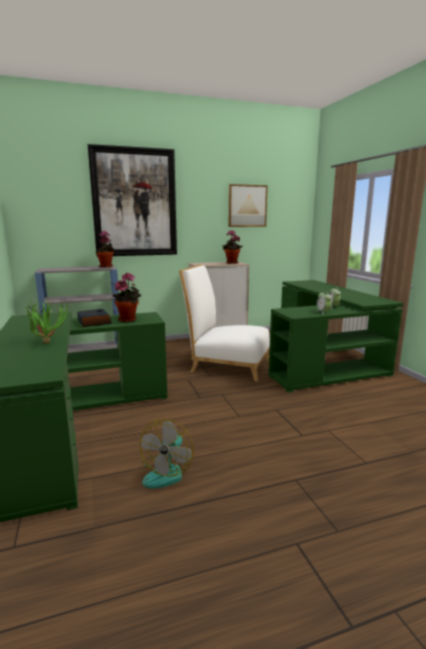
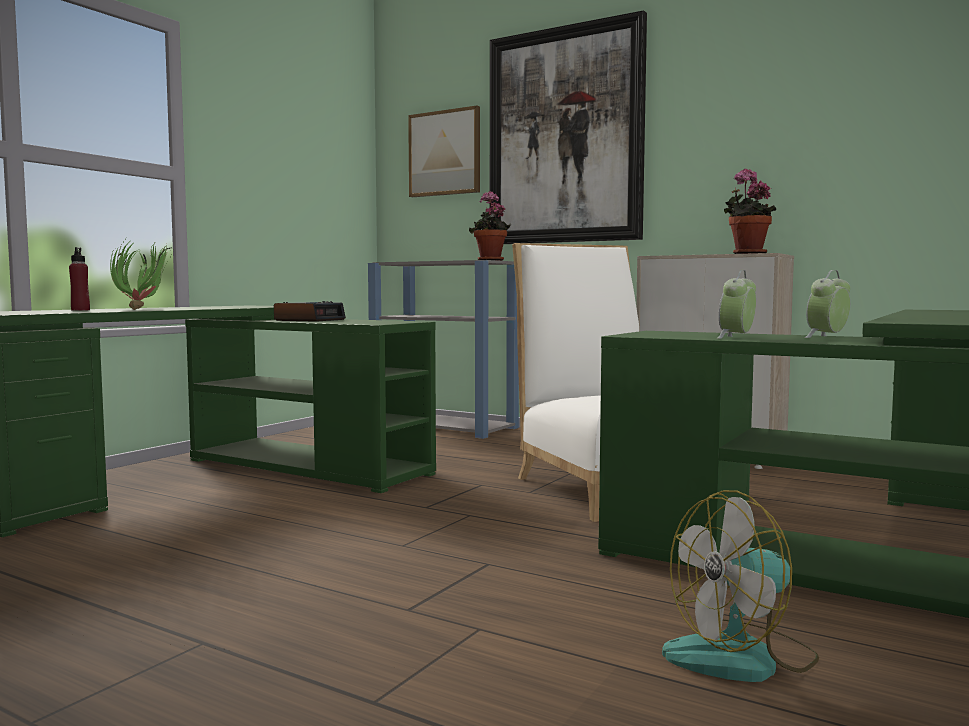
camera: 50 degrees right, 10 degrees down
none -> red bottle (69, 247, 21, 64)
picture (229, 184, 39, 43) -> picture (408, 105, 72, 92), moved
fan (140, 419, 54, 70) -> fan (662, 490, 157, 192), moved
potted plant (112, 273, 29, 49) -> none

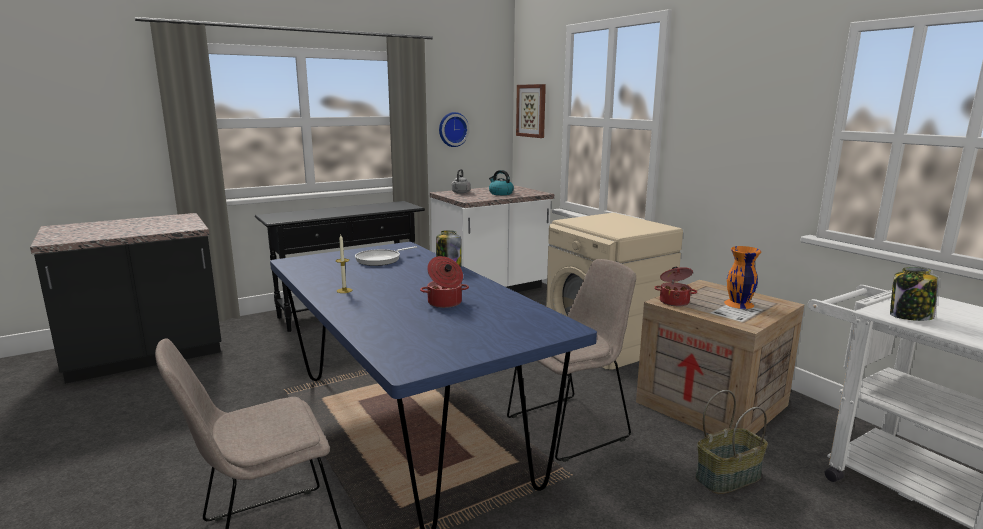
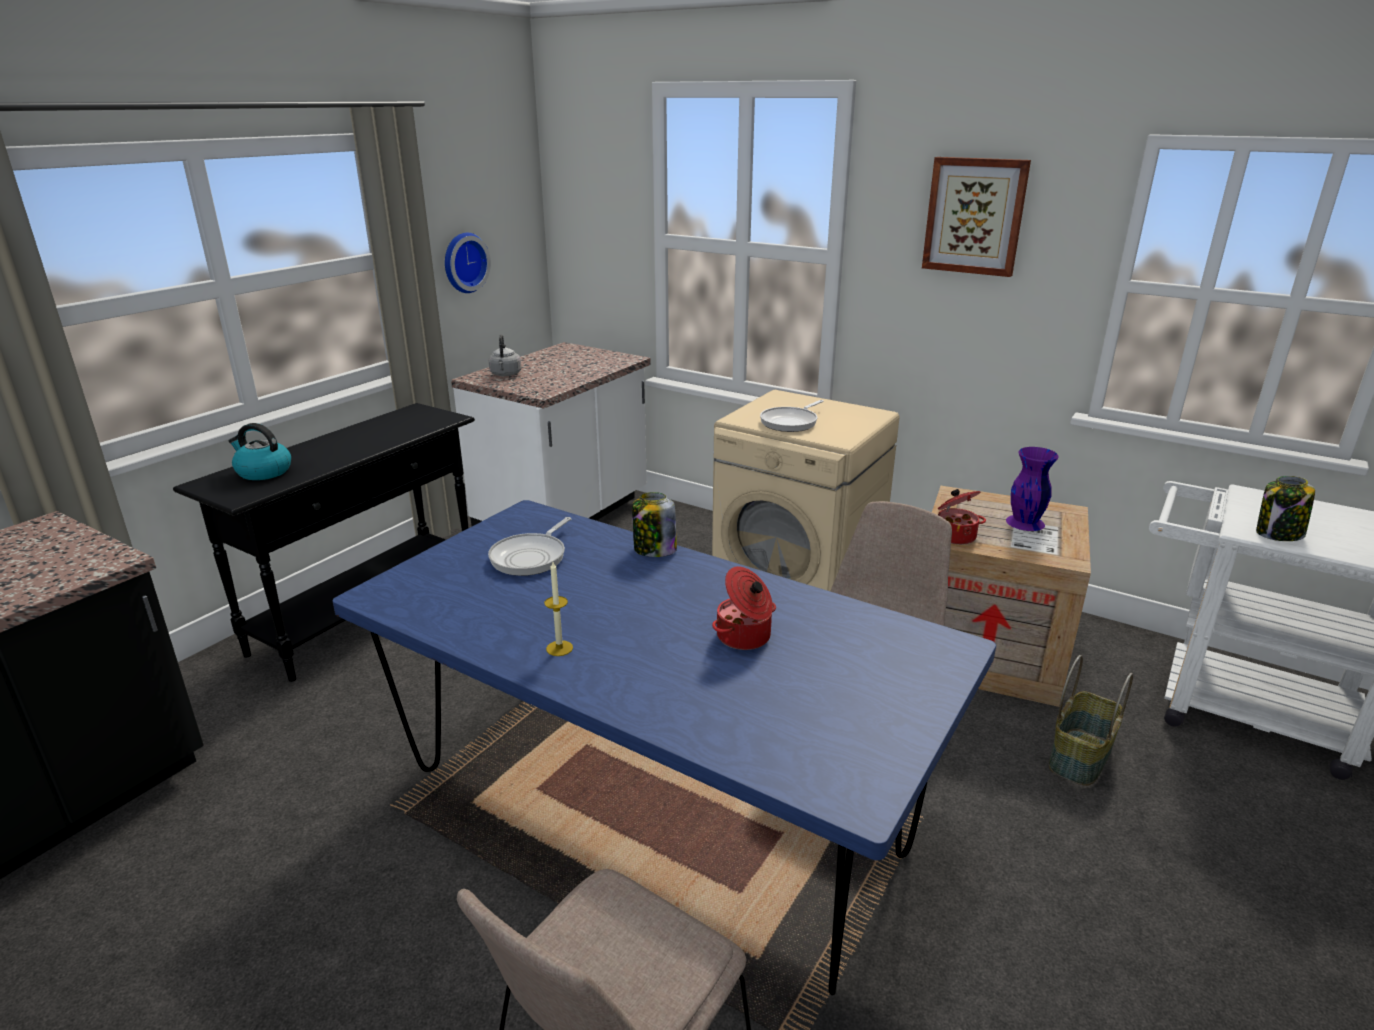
camera: 25 degrees left, 10 degrees up
kettle (489, 170, 25, 25) -> kettle (228, 423, 63, 57), moved
none -> frying pan (760, 400, 64, 32)
picture (516, 84, 30, 54) -> picture (922, 157, 109, 120), moved
orange vase (724, 246, 37, 63) -> purple vase (1006, 447, 53, 84)

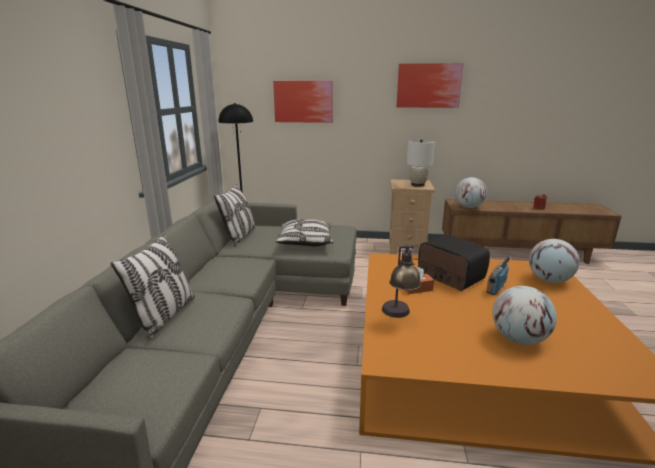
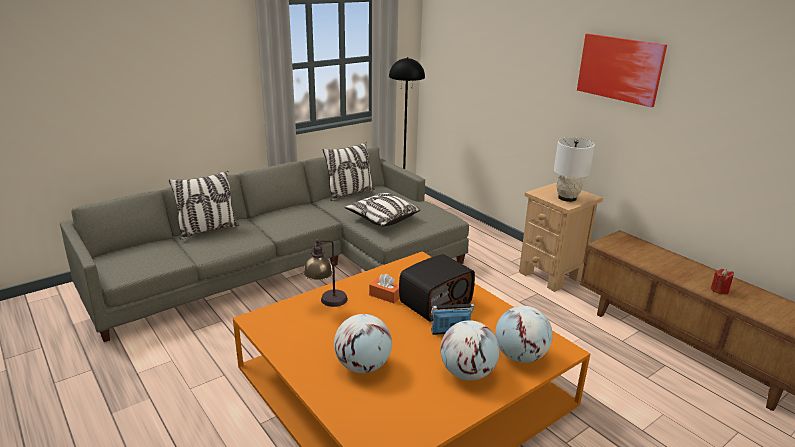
camera: 45 degrees right, 5 degrees up
radio (418, 235, 72, 56) -> radio (399, 254, 76, 68), 45 degrees clockwise
globe (455, 177, 32, 31) -> globe (440, 320, 59, 61), moved
picture (273, 81, 60, 42) -> none

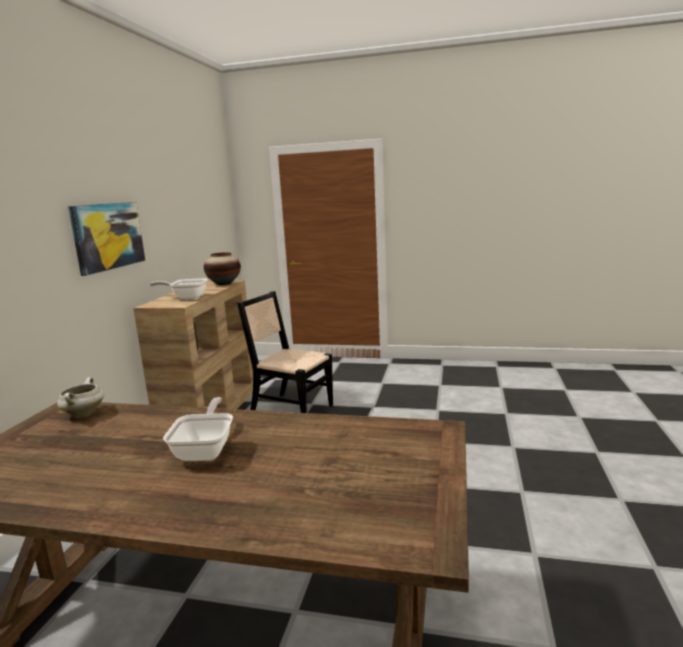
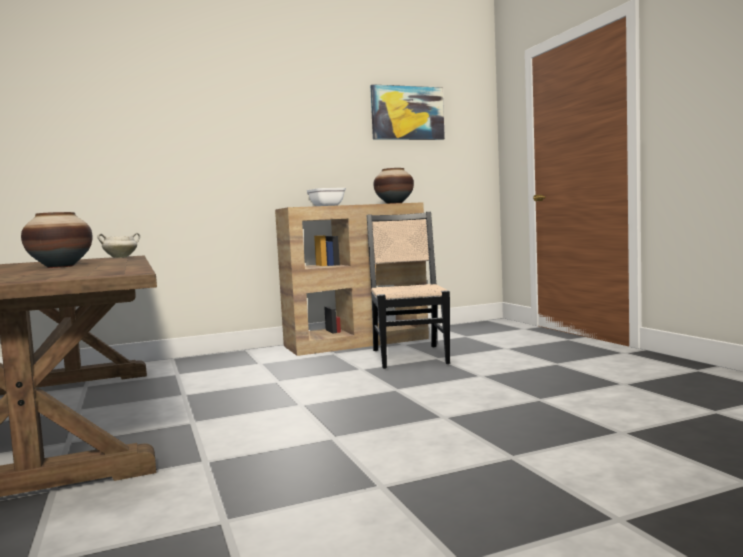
camera: 55 degrees right, 10 degrees down
frying pan (163, 397, 70, 64) -> vase (21, 212, 72, 56)
picture (68, 202, 77, 74) -> picture (370, 84, 75, 56), moved

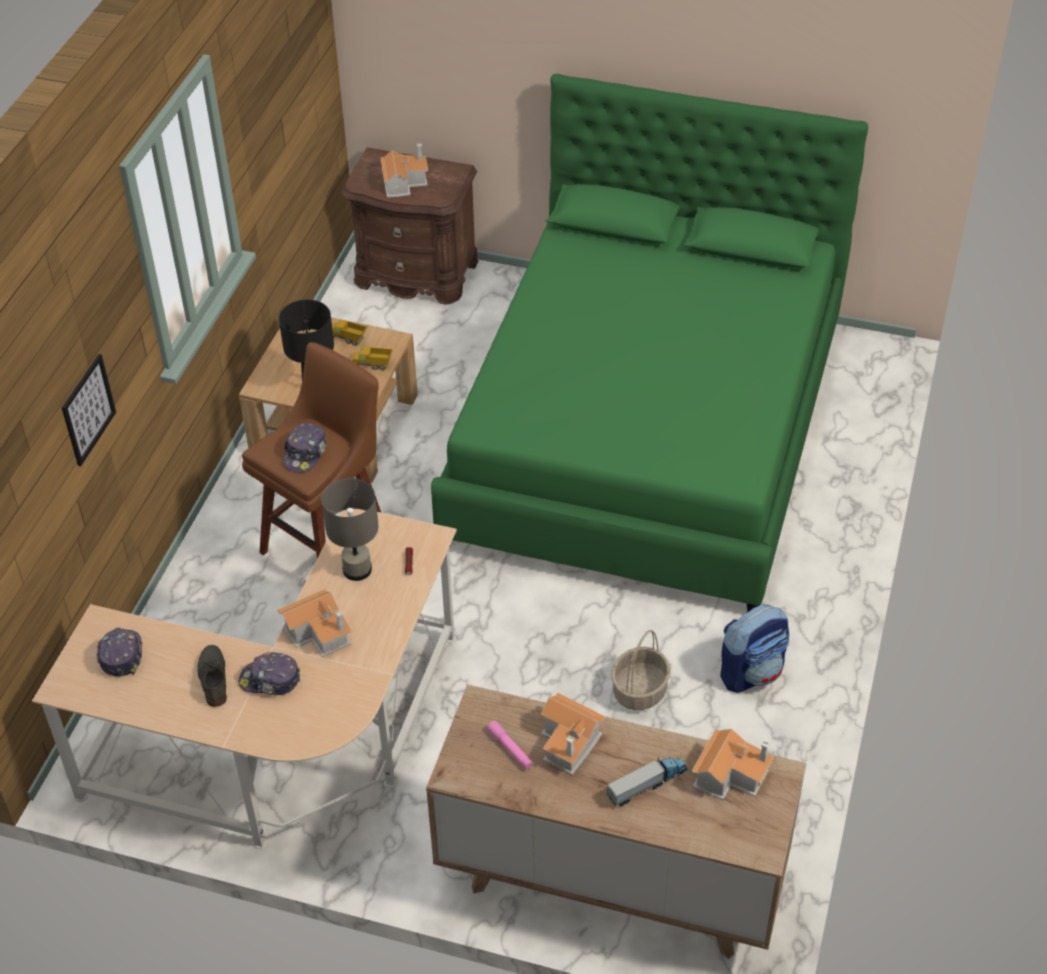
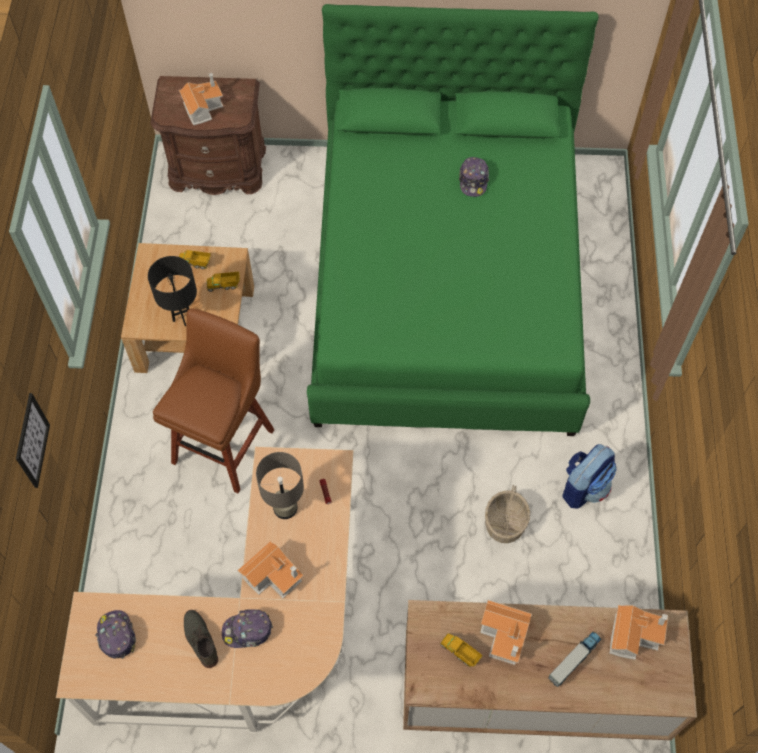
camera: 15 degrees left, 15 degrees up
pink flashlight (487, 721, 46, 49) -> toy truck (440, 633, 43, 34)
cap (283, 423, 44, 49) -> cap (459, 157, 30, 40), moved

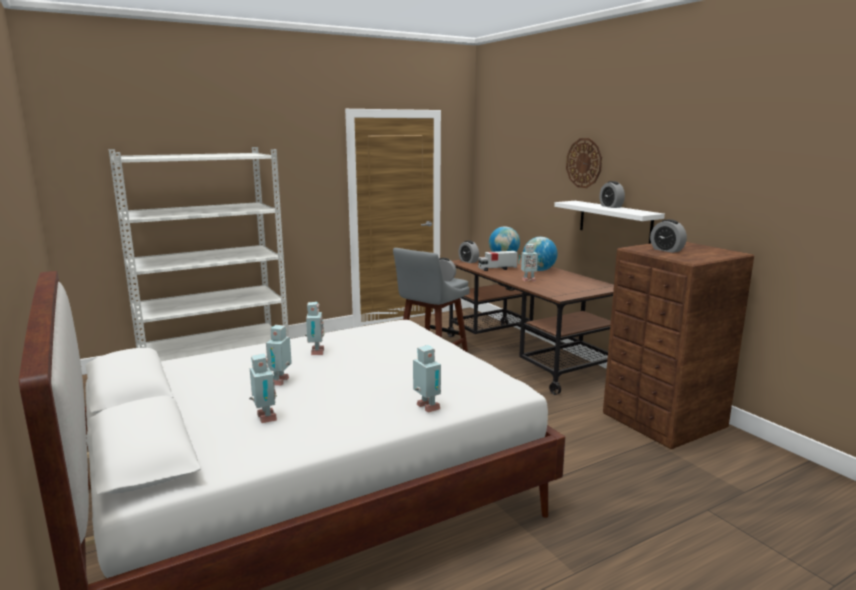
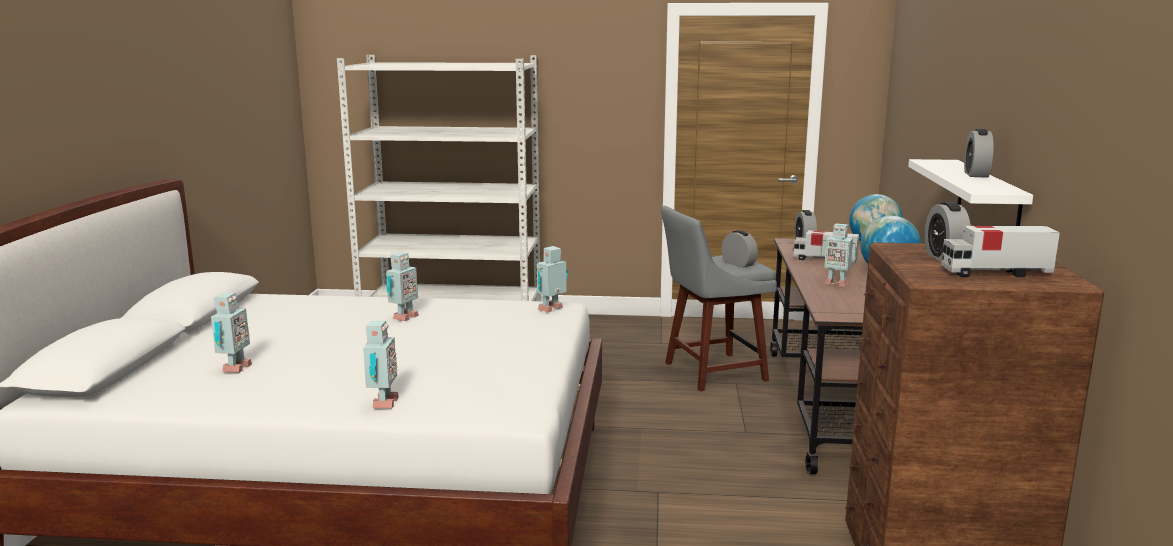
camera: 35 degrees right, 0 degrees up
toy robot (266, 325, 26, 61) -> toy robot (537, 246, 31, 66), moved
none -> toy truck (941, 226, 119, 51)
wall clock (566, 138, 36, 50) -> none

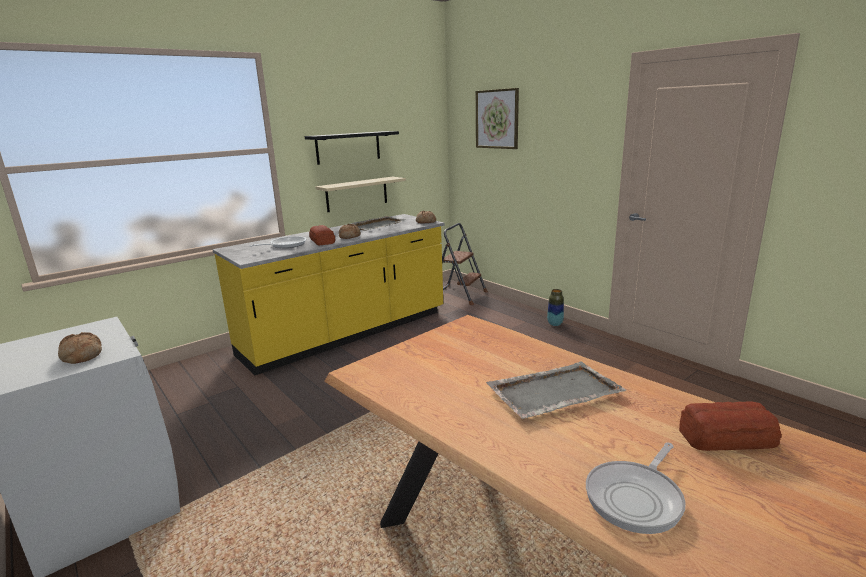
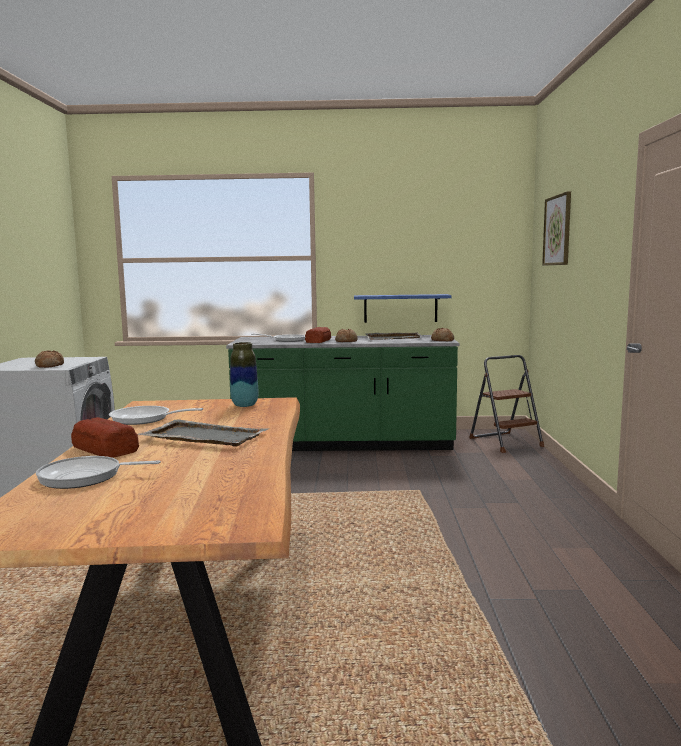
camera: 40 degrees right, 10 degrees down
bread (679, 401, 103, 50) -> bread (71, 417, 68, 41), moved
none -> frying pan (109, 406, 94, 19)
yellow counter (213, 214, 232, 162) -> green counter (226, 335, 233, 116)
vase (547, 289, 17, 37) -> vase (230, 342, 28, 65), moved
beige shelf (315, 177, 91, 35) -> blue shelf (354, 294, 97, 29)
black shelf (305, 131, 94, 34) -> none

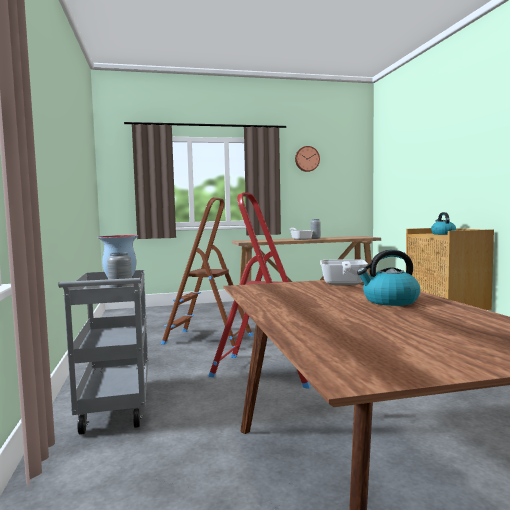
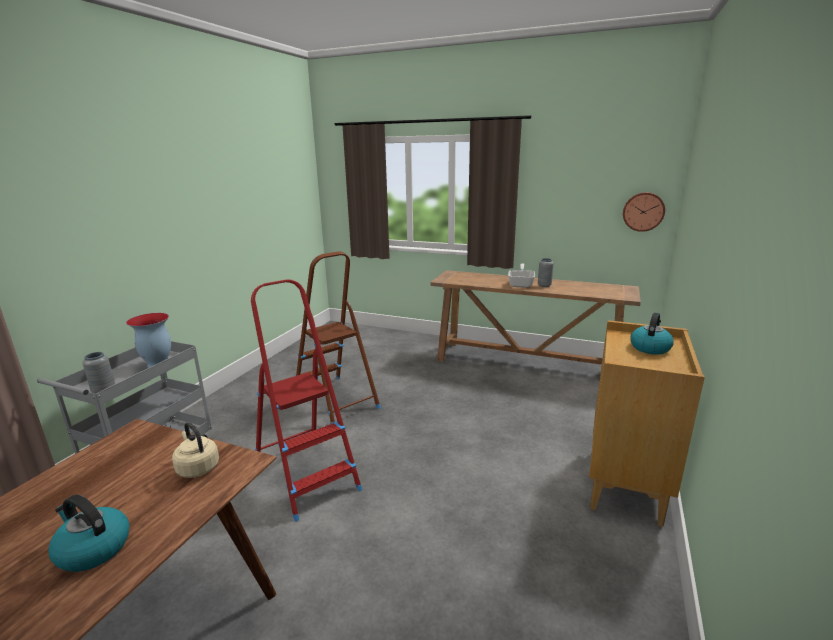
camera: 35 degrees right, 15 degrees up
frying pan (320, 259, 48, 26) -> beige kettle (172, 422, 47, 56)
wall clock (295, 146, 25, 26) -> wall clock (623, 192, 42, 40), moved

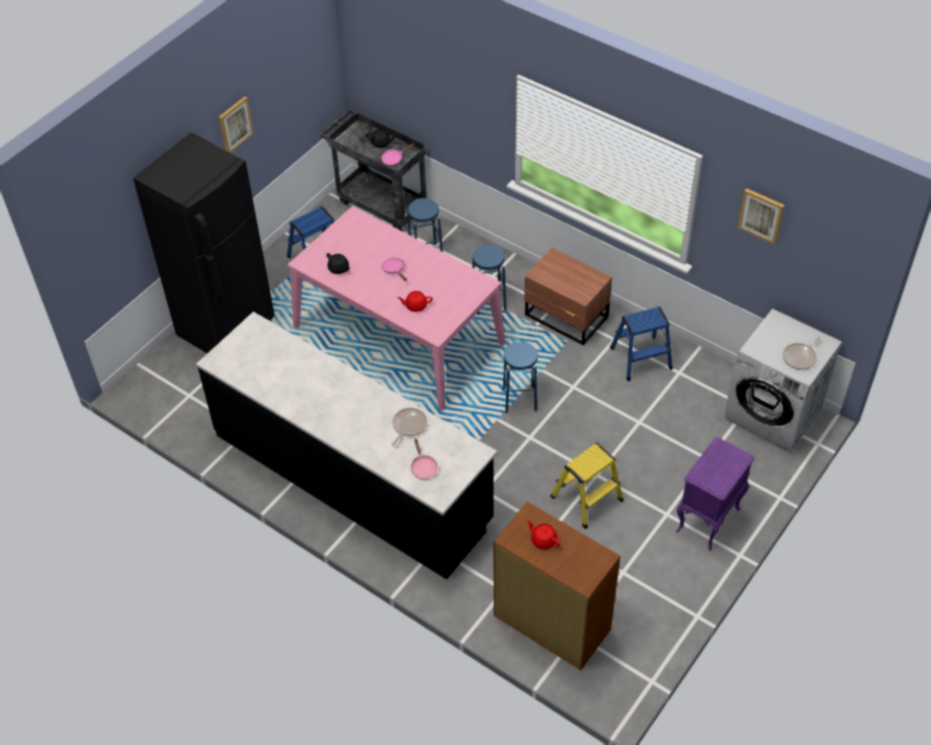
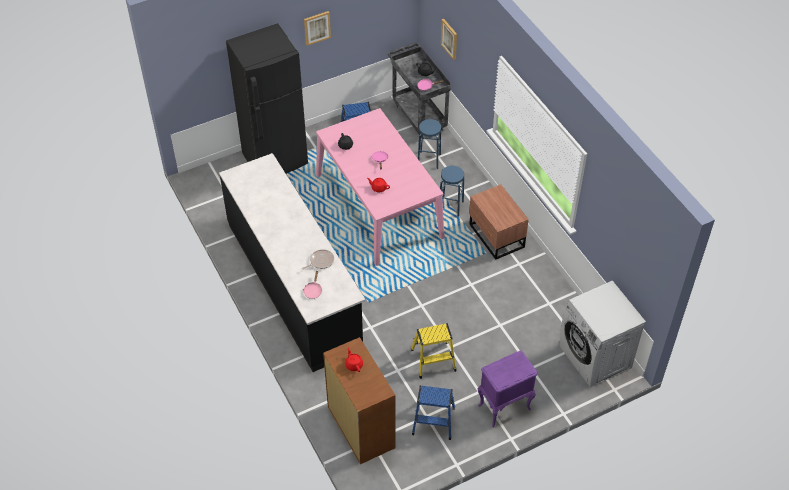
camera: 25 degrees right, 0 degrees up
blue step ladder (610, 306, 63, 75) -> blue step ladder (412, 385, 43, 55), moved
picture (737, 188, 48, 57) -> picture (441, 19, 16, 41), moved
blue stool (503, 342, 35, 71) -> none
frying pan (783, 336, 38, 34) -> none

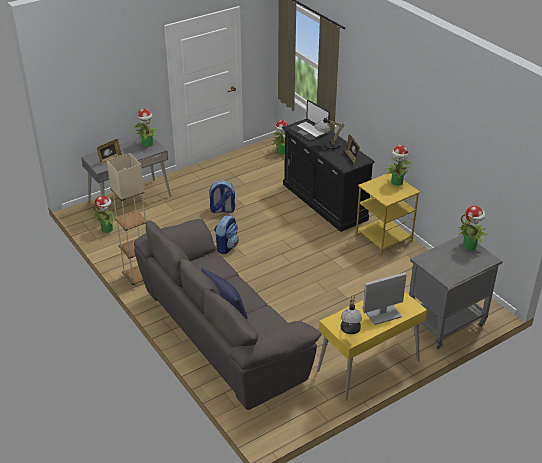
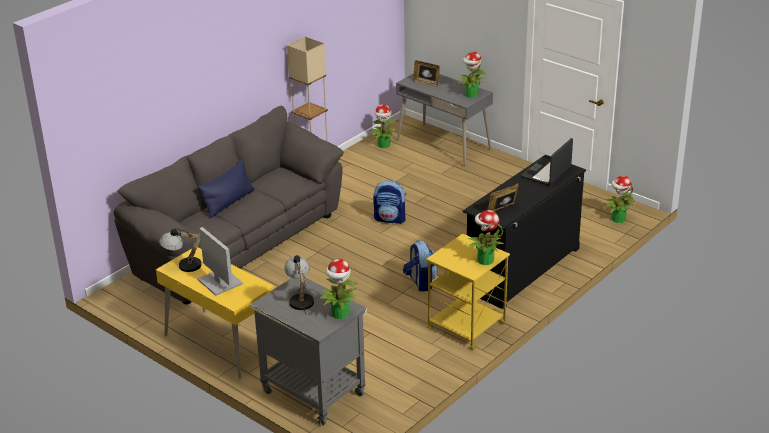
camera: 75 degrees right, 5 degrees down
table lamp (314, 117, 32, 33) -> table lamp (284, 255, 30, 59), moved
backpack (209, 180, 26, 33) -> backpack (403, 241, 34, 51), moved

